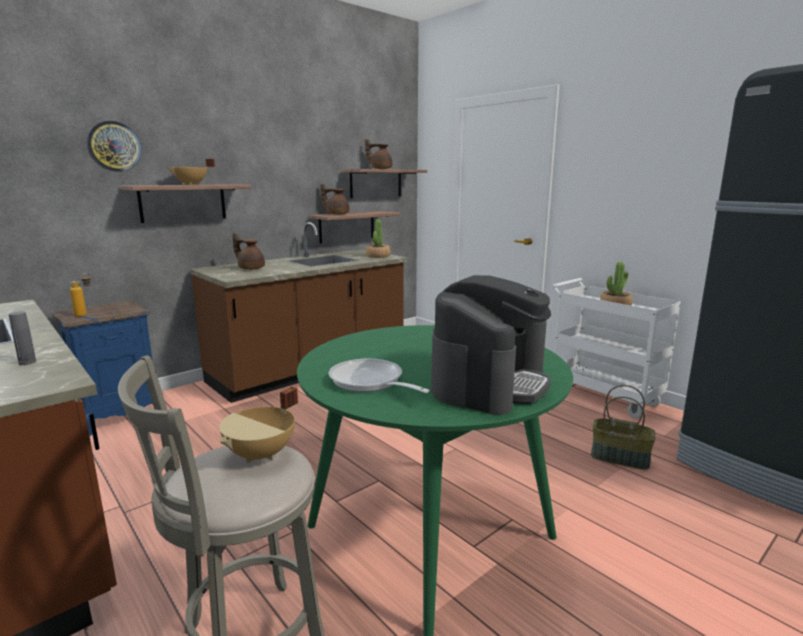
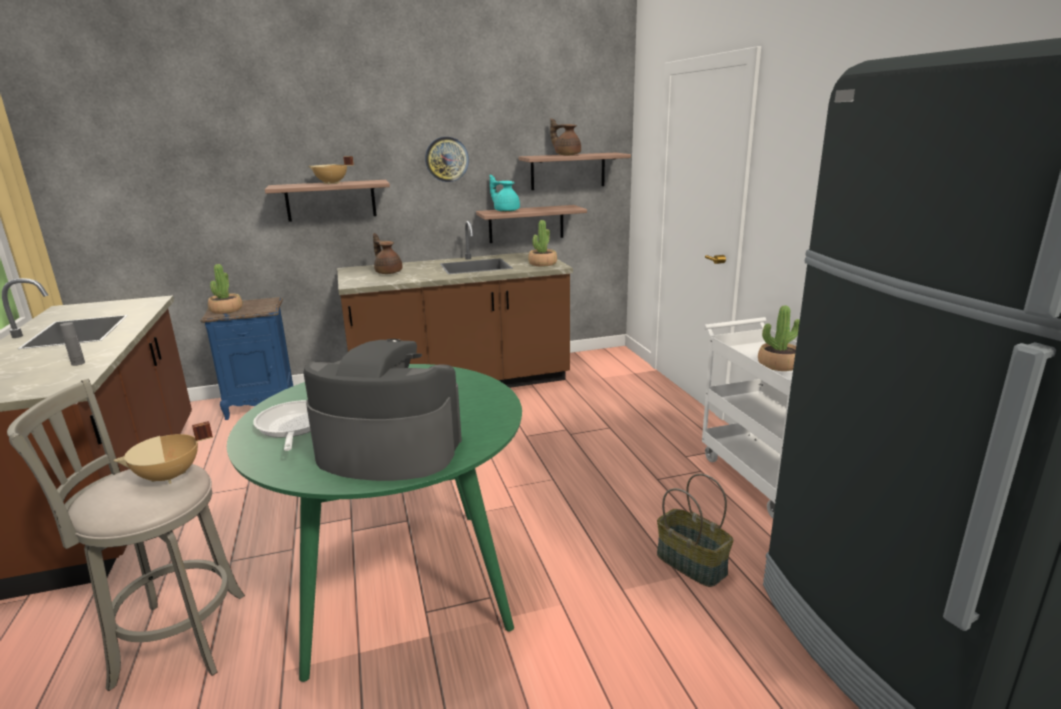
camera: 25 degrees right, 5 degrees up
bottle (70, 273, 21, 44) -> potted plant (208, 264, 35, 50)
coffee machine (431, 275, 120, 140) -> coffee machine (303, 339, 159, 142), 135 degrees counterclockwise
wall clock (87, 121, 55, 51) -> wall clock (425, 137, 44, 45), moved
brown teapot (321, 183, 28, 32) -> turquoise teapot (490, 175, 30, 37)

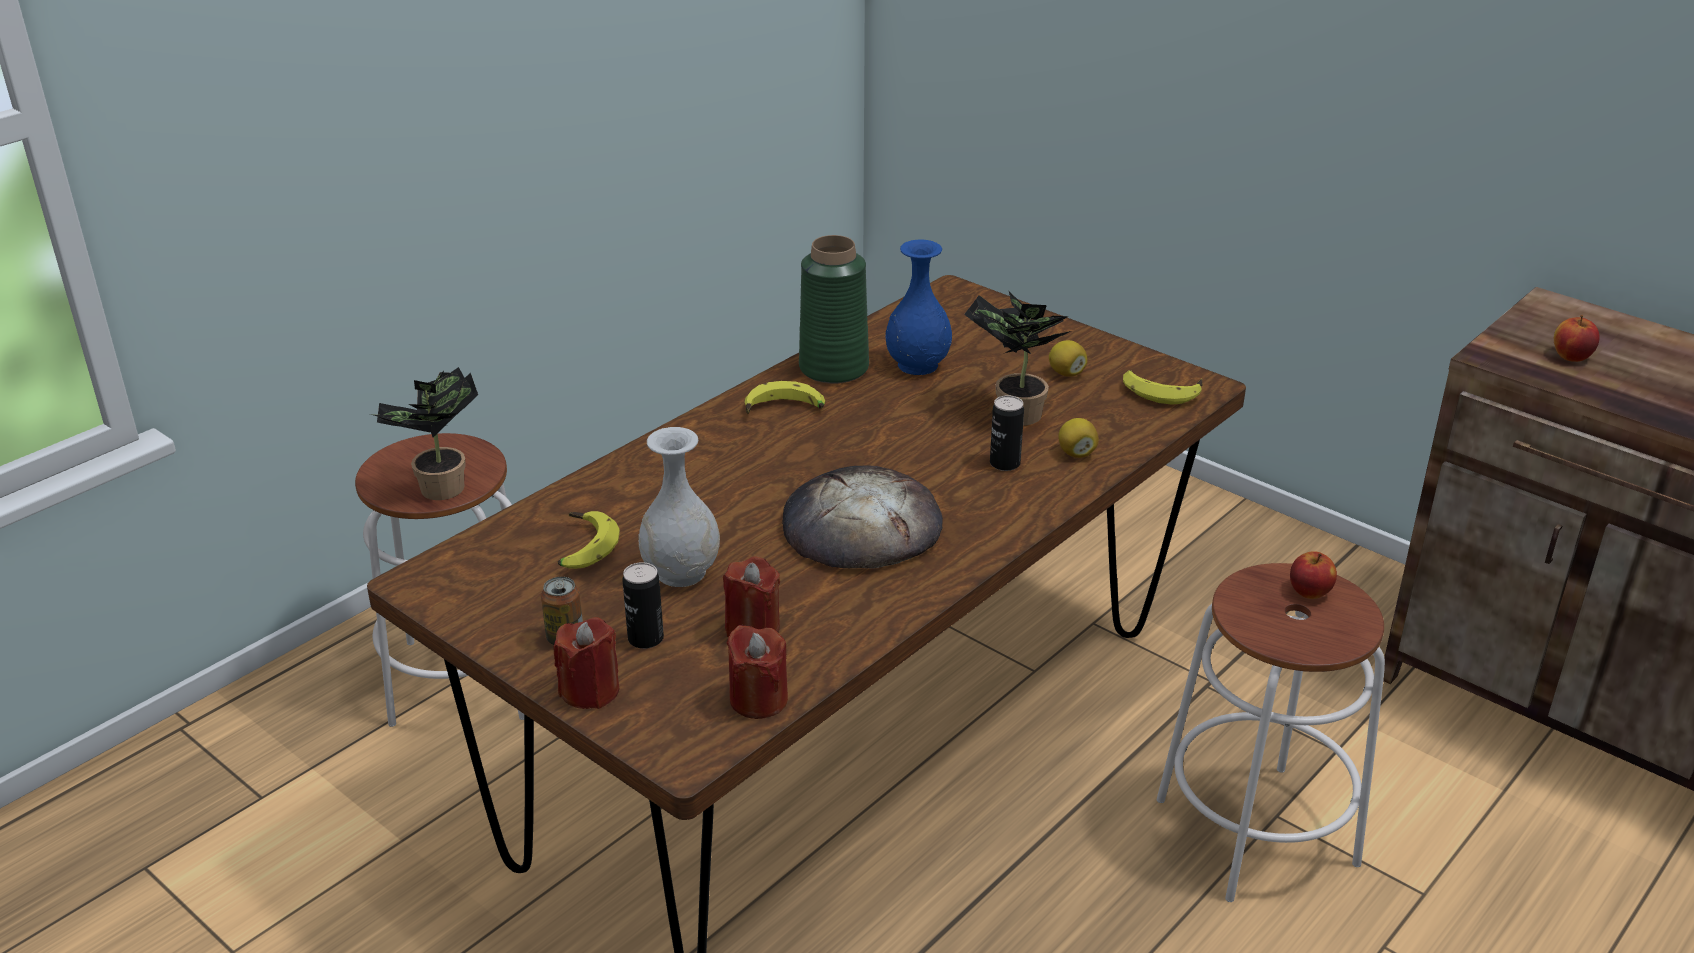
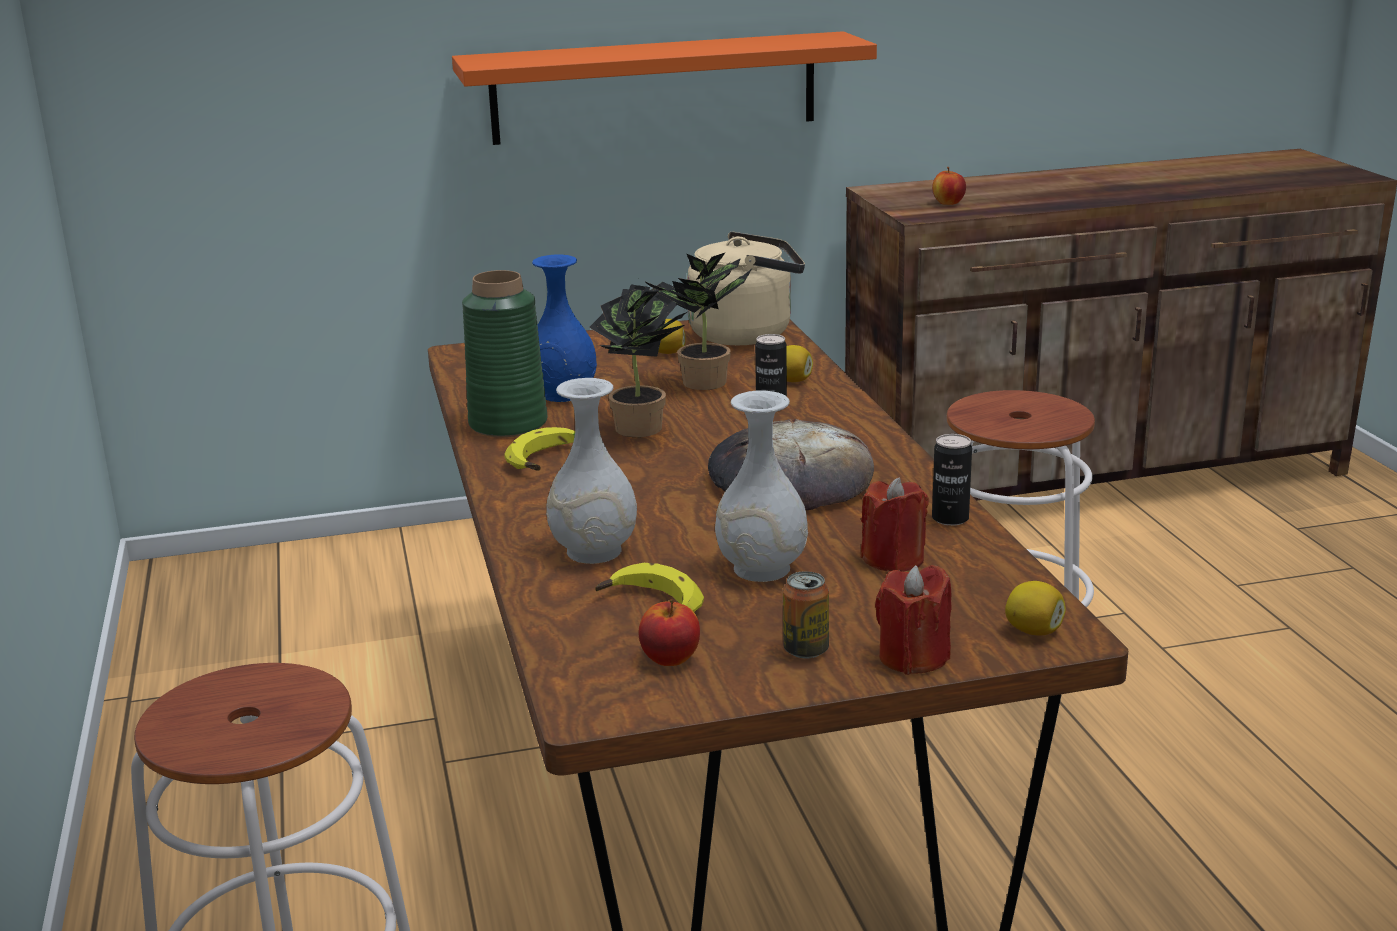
camera: 55 degrees left, 10 degrees down
none -> orange shelf (452, 31, 425, 114)
none -> white vase (546, 378, 91, 186)
potted plant (370, 367, 108, 133) -> potted plant (589, 285, 100, 152), moved
apple (1290, 551, 47, 48) -> apple (639, 600, 61, 66), moved
banana (1123, 370, 80, 35) -> beige kettle (687, 232, 118, 113)
can (622, 562, 42, 87) -> can (932, 434, 40, 92), moved
none -> lemon (1005, 581, 61, 55)
red candle (726, 625, 62, 94) -> none

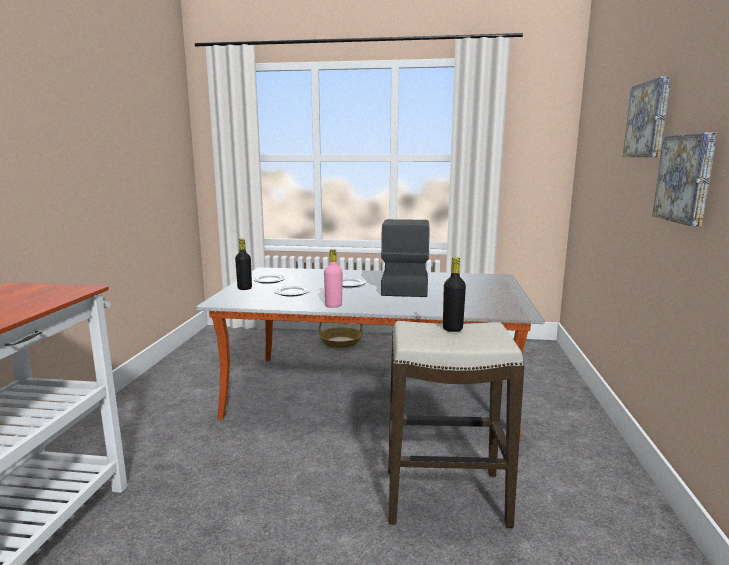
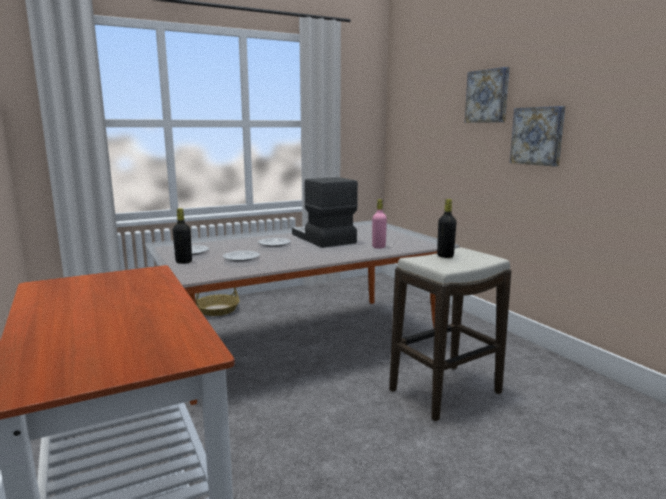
camera: 35 degrees left, 0 degrees up
pink bottle (324, 249, 18, 59) -> pink bottle (372, 199, 15, 50), moved

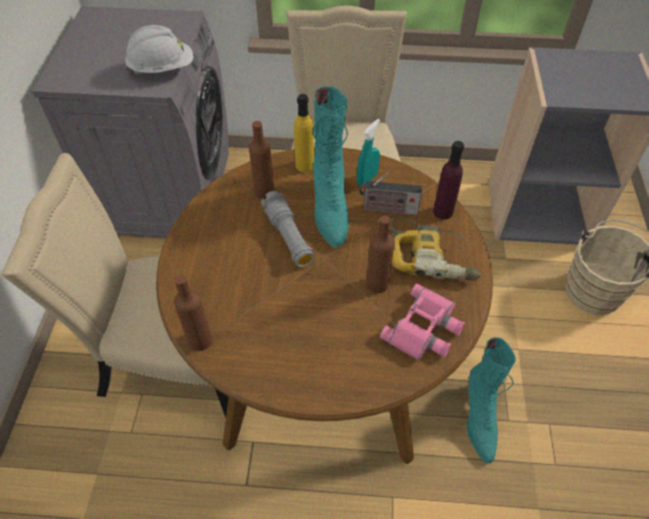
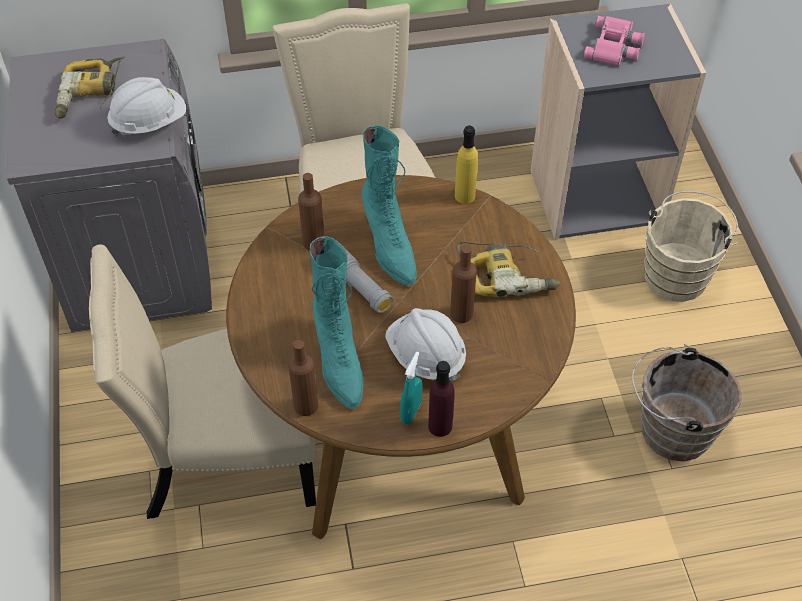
camera: 15 degrees left, 0 degrees up
none -> power drill (54, 56, 70, 63)
turquoise boot (467, 337, 49, 127) -> turquoise boot (309, 236, 54, 173), moved
none -> white hard hat (385, 308, 81, 74)
turquoise spray bottle (357, 119, 23, 67) -> turquoise spray bottle (400, 352, 23, 72), moved
purple bottle (433, 141, 31, 79) -> purple bottle (428, 361, 26, 76), moved
yellow bottle (294, 94, 20, 78) -> yellow bottle (455, 126, 23, 78), moved
pink binoculars (380, 284, 85, 77) -> pink binoculars (583, 16, 62, 50), moved
none -> brown bucket (632, 344, 110, 118)
radio (359, 173, 63, 42) -> none

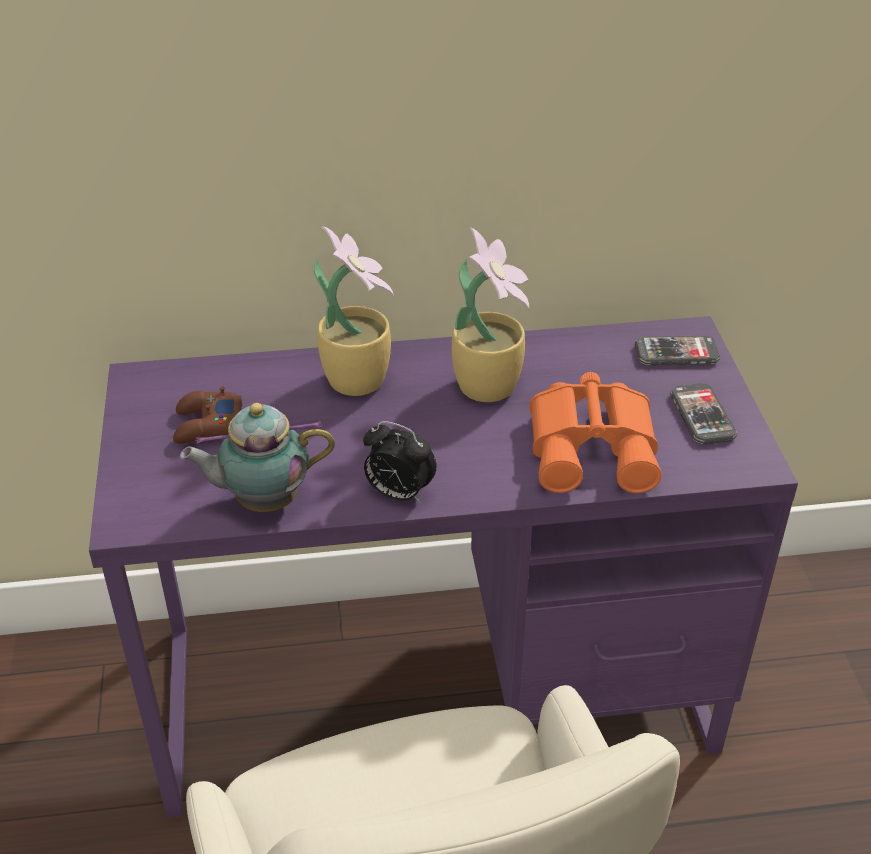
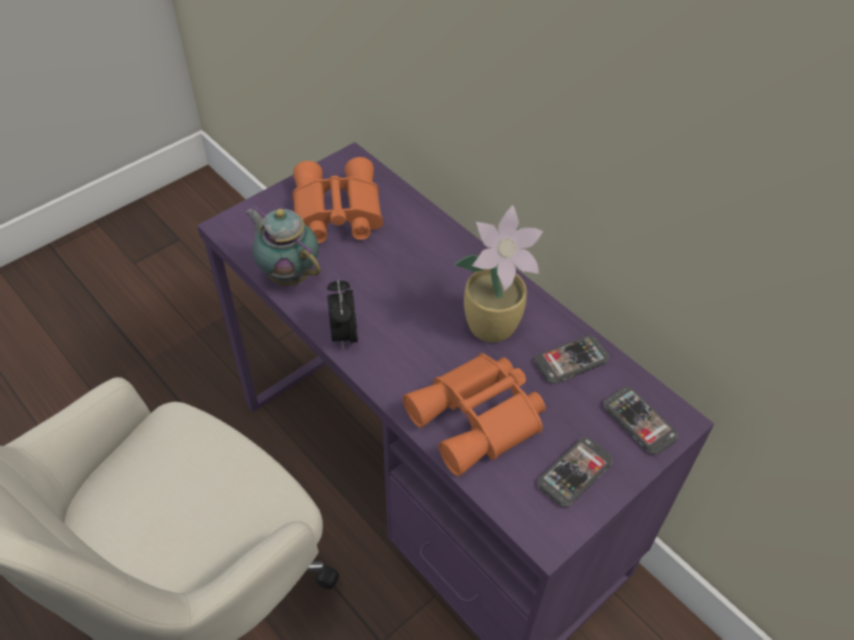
camera: 55 degrees right, 10 degrees up
brown game controller (173, 386, 69, 58) -> orange binoculars (292, 157, 91, 86)
none -> phone (534, 335, 75, 49)
potted plant (313, 226, 81, 170) -> none

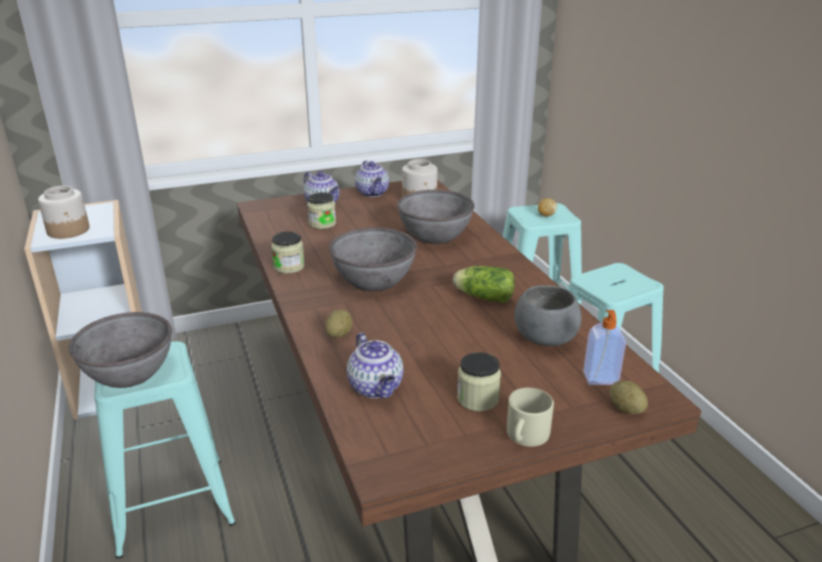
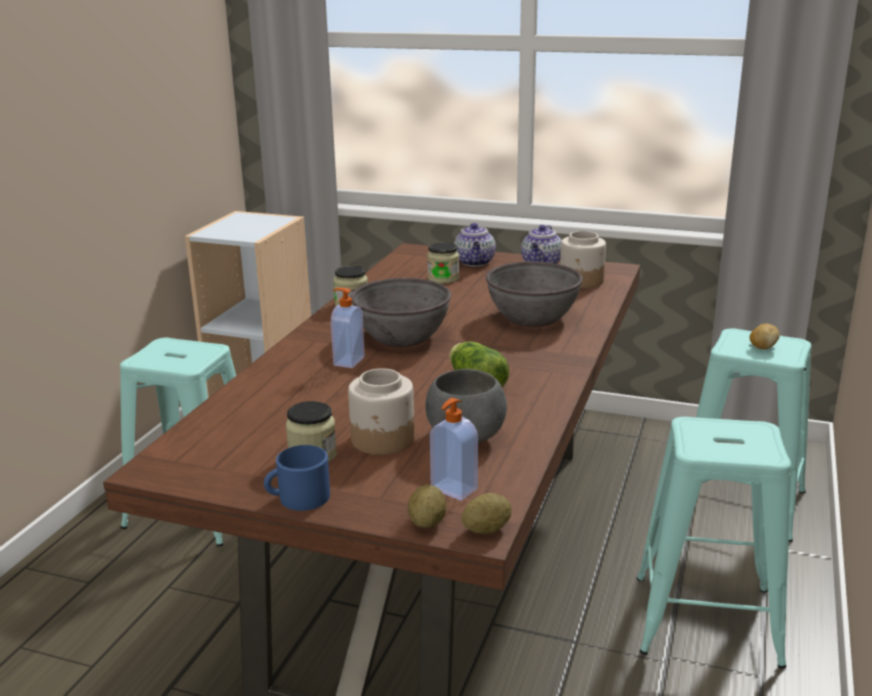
camera: 40 degrees right, 5 degrees down
beige mug (507, 388, 47, 59) -> blue mug (264, 445, 66, 66)
none -> soap dispenser (331, 288, 34, 80)
jar (38, 186, 51, 53) -> jar (348, 368, 67, 87), moved
potato (325, 309, 27, 28) -> potato (462, 493, 50, 41), moved
grey bowl (69, 312, 103, 76) -> none
teapot (347, 333, 56, 65) -> none

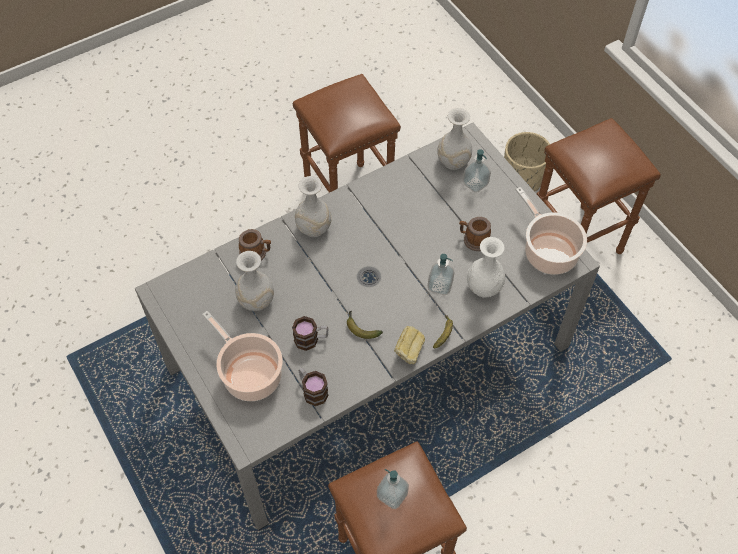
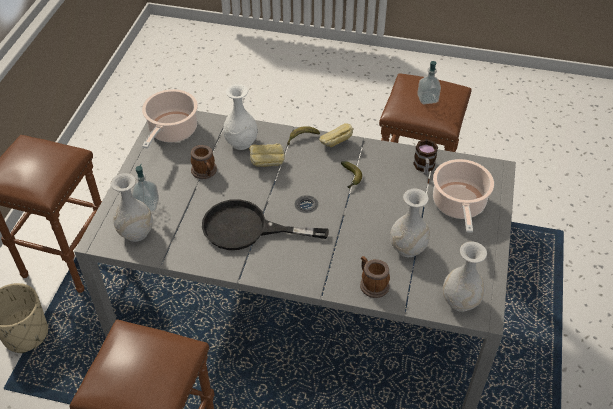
camera: 135 degrees left, 10 degrees down
none -> black frying pan (202, 199, 127, 51)
soap dispenser (428, 254, 27, 41) -> bread (249, 143, 36, 24)
white vase (295, 176, 37, 61) -> white vase (443, 242, 44, 70), moved
mug (292, 316, 37, 35) -> none

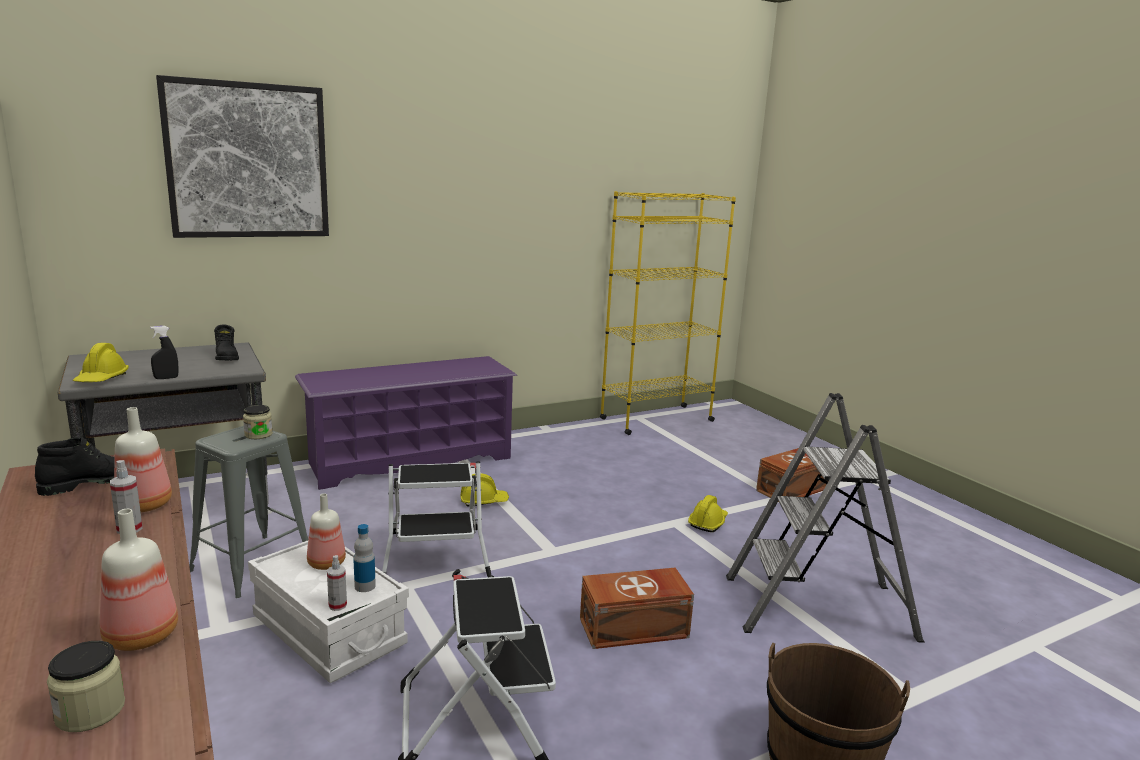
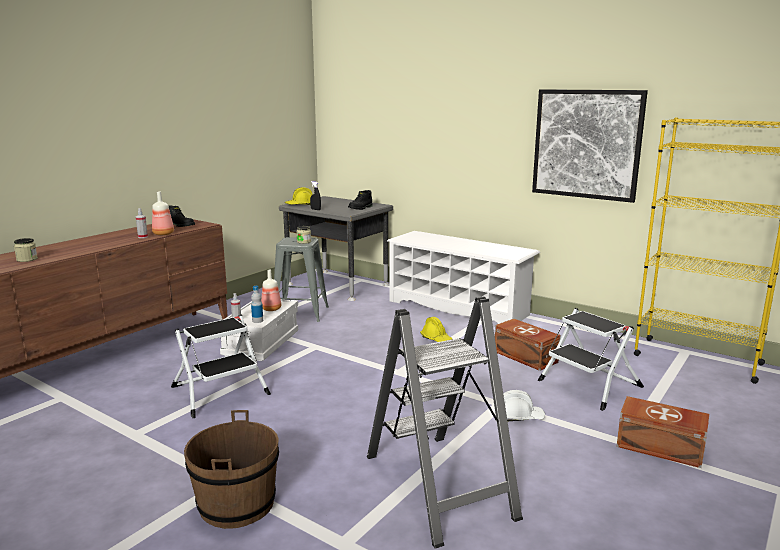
camera: 65 degrees right, 0 degrees up
purple shoe rack (295, 356, 222, 134) -> white shoe rack (387, 231, 153, 93)
brown storage box (580, 567, 114, 82) -> brown storage box (495, 319, 66, 52), moved
yellow hard hat (688, 495, 40, 37) -> white hard hat (503, 390, 42, 31)
picture (156, 75, 173, 163) -> picture (532, 89, 116, 114), moved
step ladder (382, 461, 110, 116) -> step ladder (538, 308, 106, 103), moved
bottle (100, 509, 78, 142) -> none

